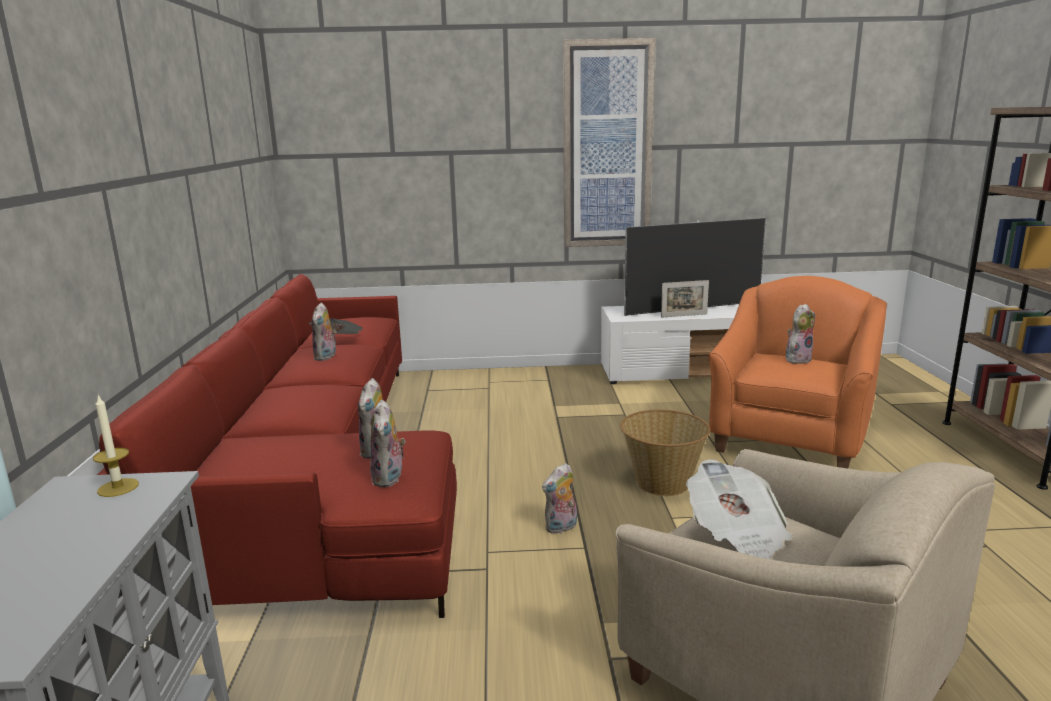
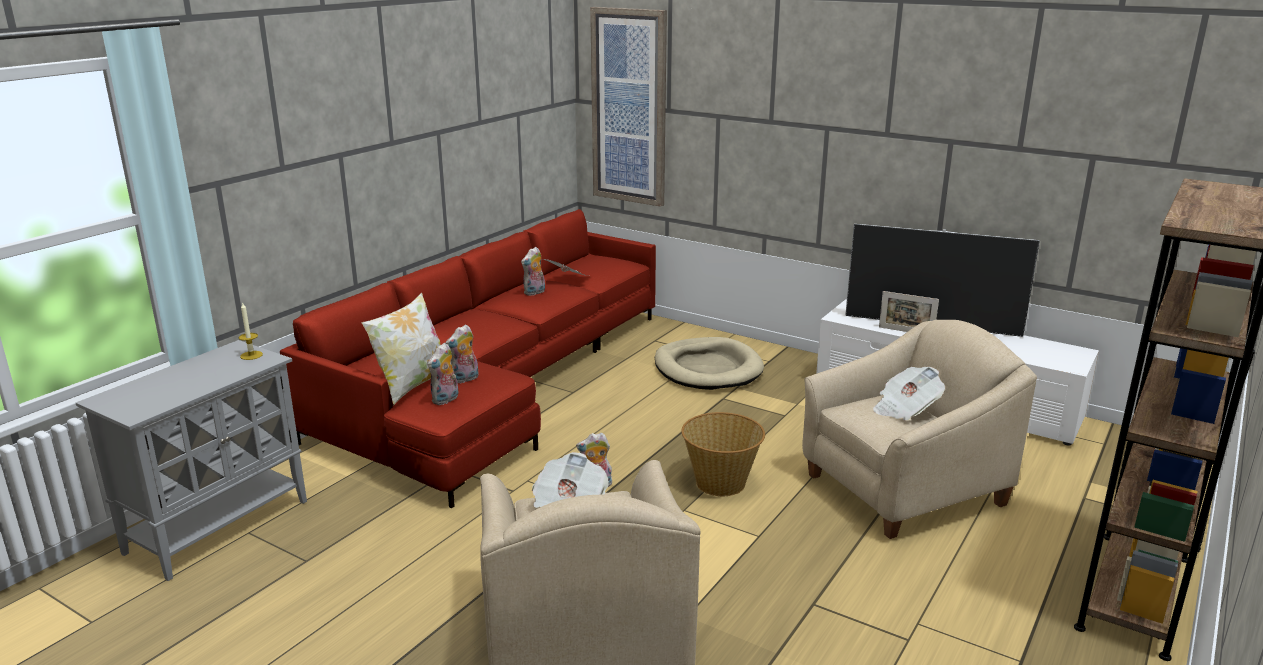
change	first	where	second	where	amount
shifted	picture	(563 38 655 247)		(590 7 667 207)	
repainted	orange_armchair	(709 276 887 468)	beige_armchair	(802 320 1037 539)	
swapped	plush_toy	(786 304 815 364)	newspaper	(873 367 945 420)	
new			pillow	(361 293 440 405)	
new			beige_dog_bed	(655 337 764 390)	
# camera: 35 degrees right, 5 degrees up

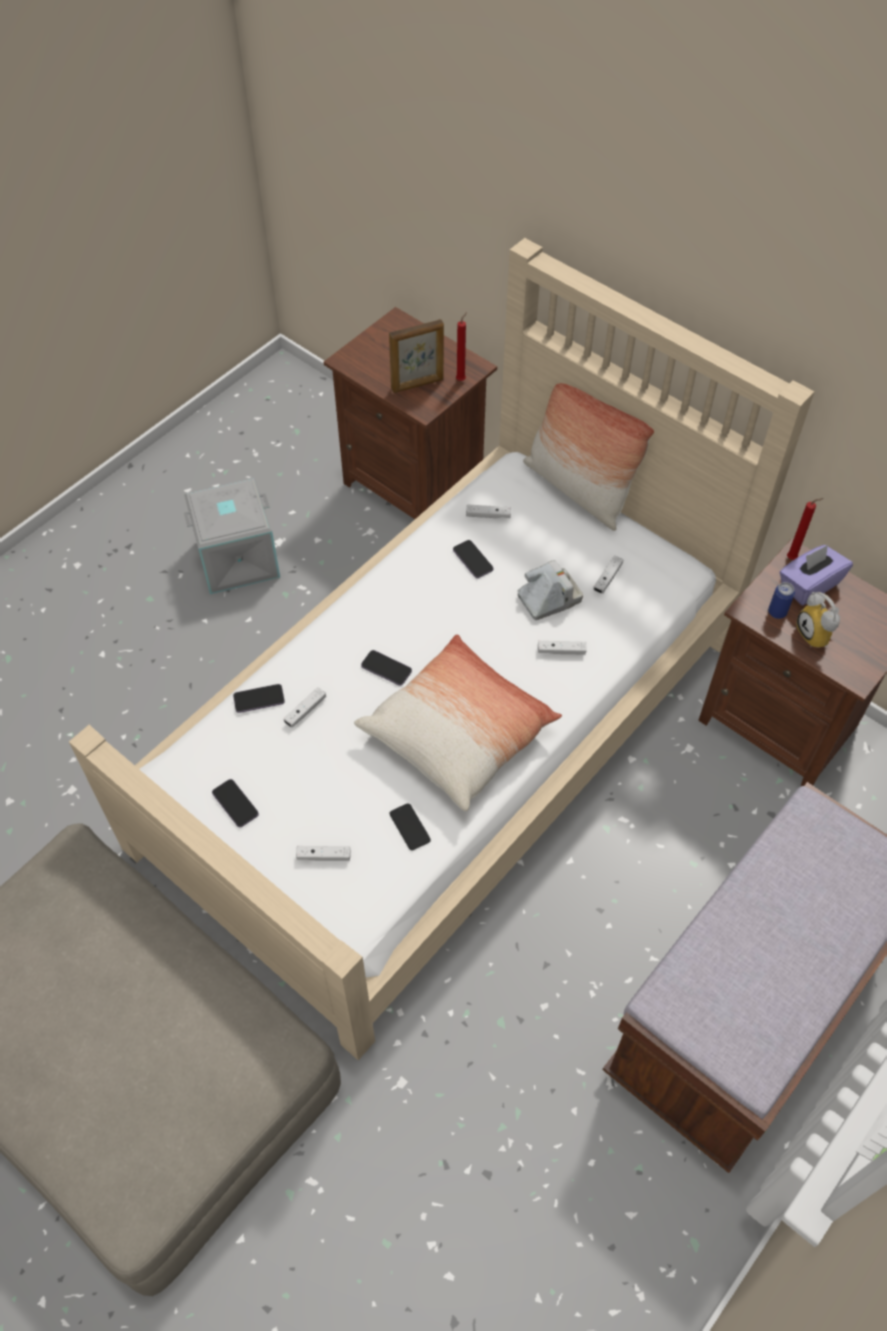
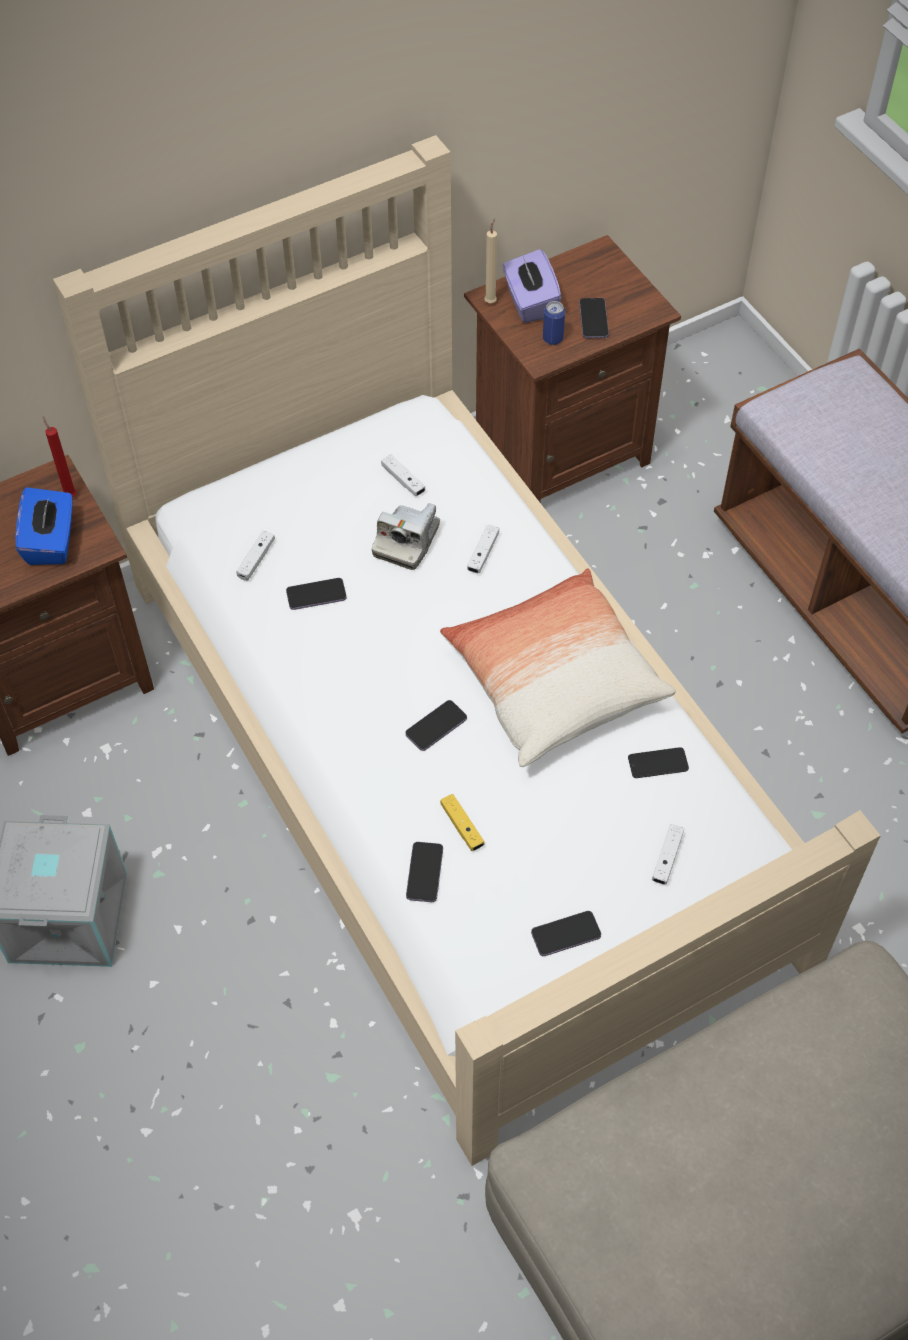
change	first	where	second	where	amount
repainted	white_game_controller	(284 687 326 728)	yellow_game_controller	(441 794 484 851)	
swapped	picture_frame	(389 319 444 393)	blue_tissue_box	(16 487 73 565)	
rotated	photo_camera	(517 560 583 620)		(372 503 440 570)	150 degrees counterclockwise
gone	pillow	(523 383 654 531)			
repainted	red_candle	(787 498 824 560)	beige_candle	(484 218 497 303)	
swapped	alarm_clock	(796 592 840 648)	phone	(579 298 609 338)	
# camera: 70 degrees left, 0 degrees up

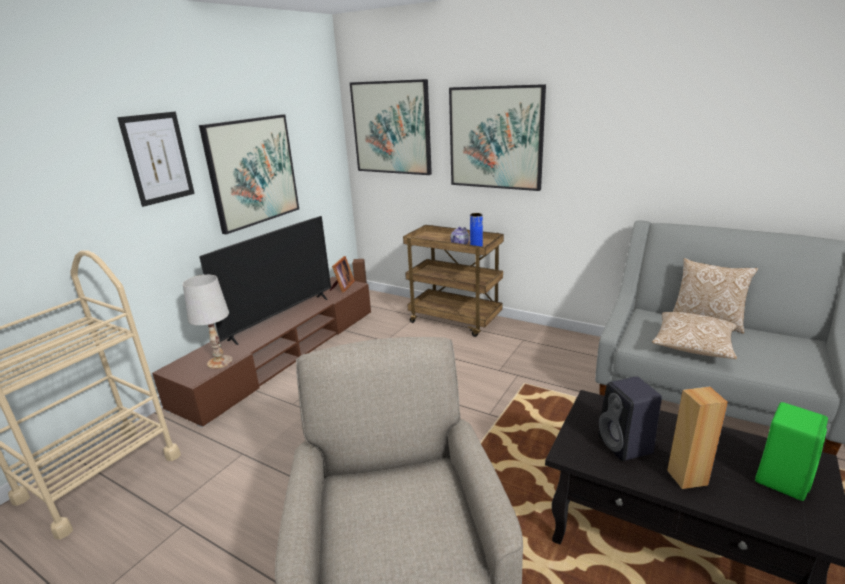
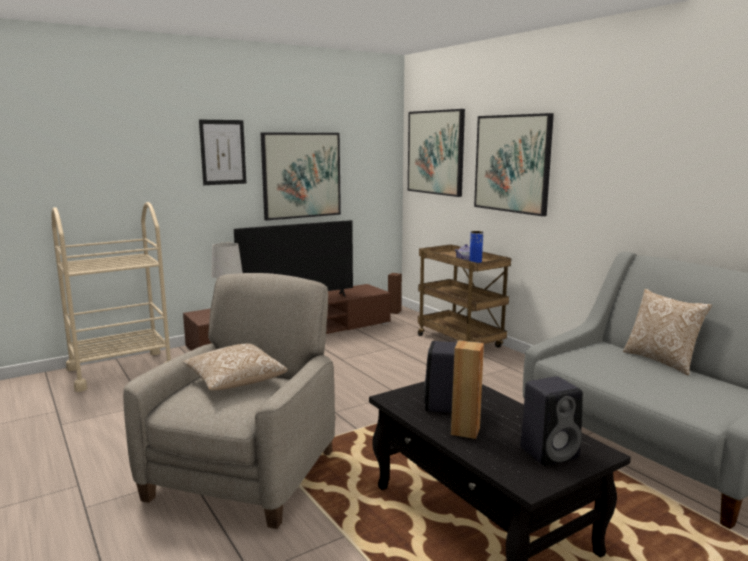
change	first	where	second	where	amount
gone	picture_frame	(330 256 355 293)			
shifted	pillow	(652 312 737 359)		(183 344 288 390)	
repainted	green_speaker	(755 402 828 501)	black_speaker	(520 376 583 466)	
# camera: 25 degrees right, 10 degrees down

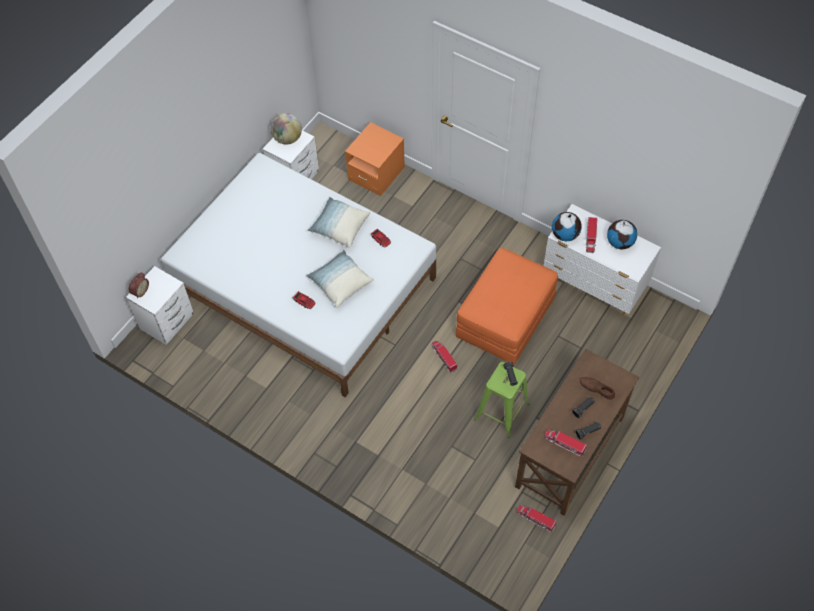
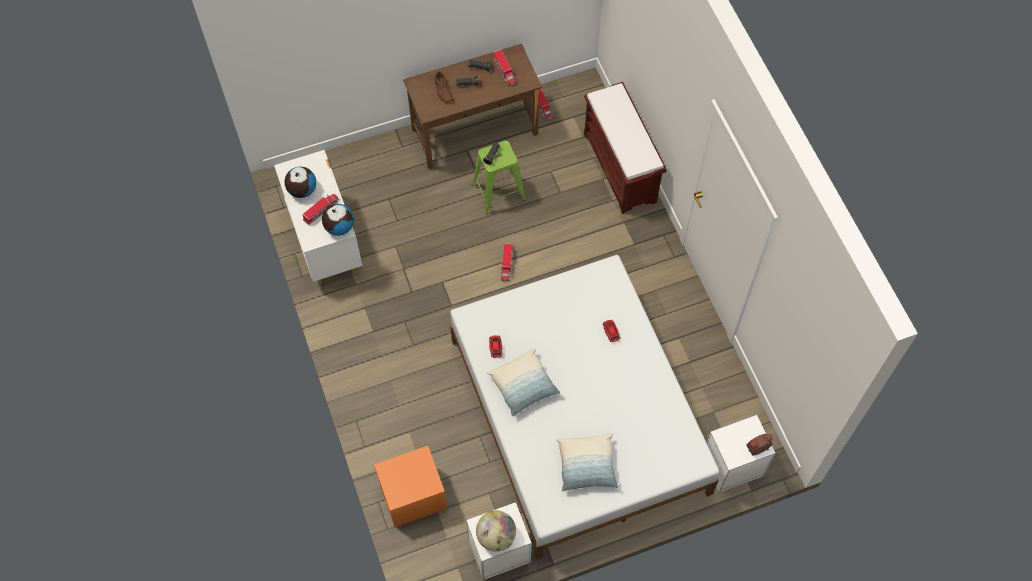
change	first	where	second	where	amount
shifted	pillow	(306 250 374 308)		(557 434 618 491)	
gone	orange_ottoman	(456 248 558 365)			
new			brown_bench	(584 82 666 214)	
# camera: 145 degrees left, 5 degrees up

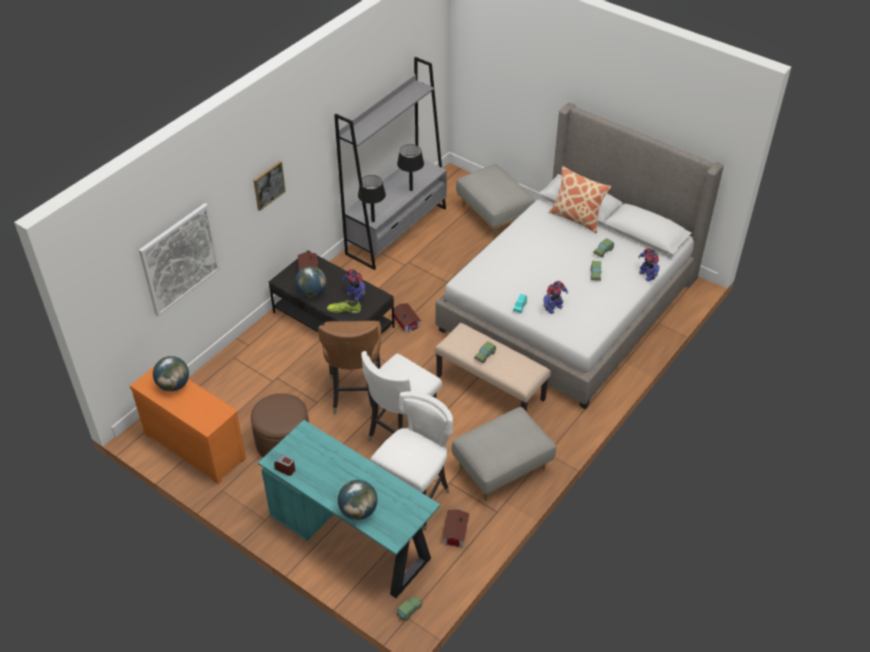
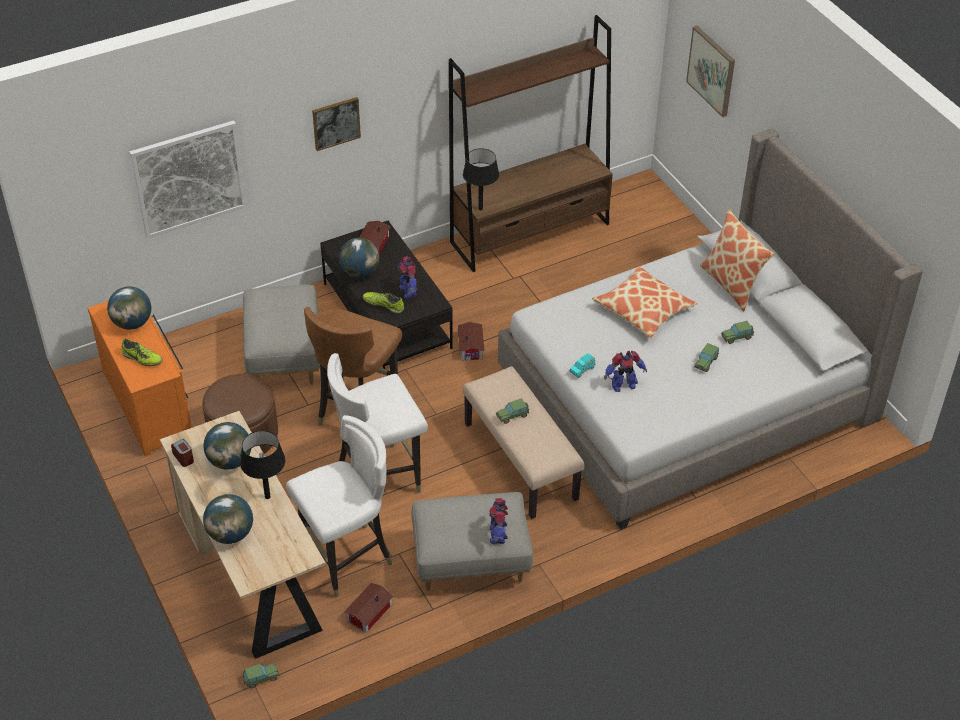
change	first	where	second	where	amount
repainted	turquoise_desk	(258 420 440 598)	beige_desk	(160 411 326 659)	
repainted	grey_bookcase	(334 57 447 270)	brown_bookcase	(449 15 613 272)	
shifted	black_table_lamp	(397 144 424 191)		(240 431 285 499)	
shifted	grey_ottoman	(456 164 534 238)		(243 285 320 385)	
shifted	toy_robot	(638 248 659 281)		(489 498 508 545)	
new			shoe	(122 339 163 366)	
new			globe	(204 422 251 470)	
new			pillow	(592 266 698 338)	
new			picture	(686 26 735 117)	
# camera: 25 degrees right, 0 degrees up

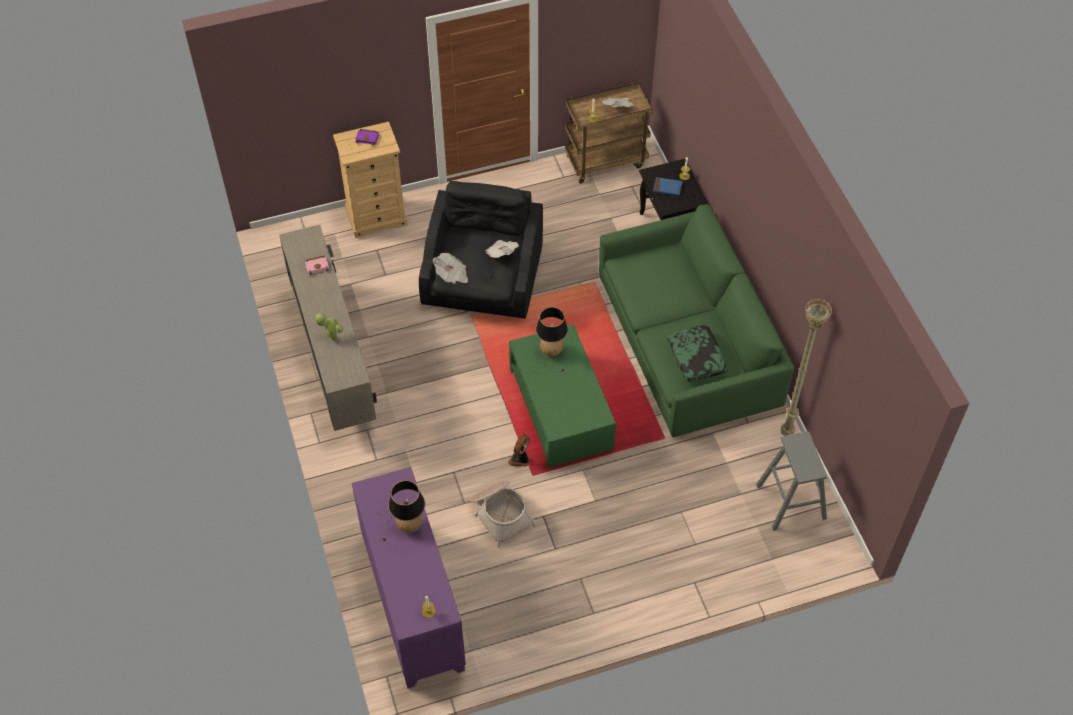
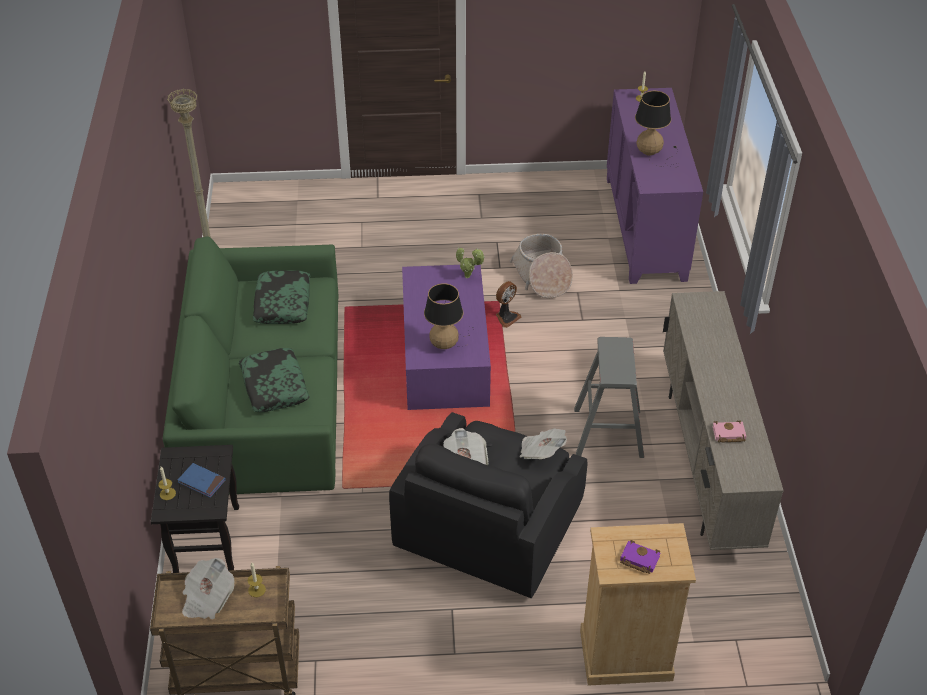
change	first	where	second	where	amount
shifted	potted_plant	(314 312 343 339)		(456 247 485 278)	
repainted	green_coffee_table	(509 324 616 468)	purple_coffee_table	(402 265 491 410)	
shifted	grey_stool	(756 431 827 531)		(574 337 644 458)	
new			pillow	(239 348 309 412)	
# camera: 165 degrees left, 10 degrees down

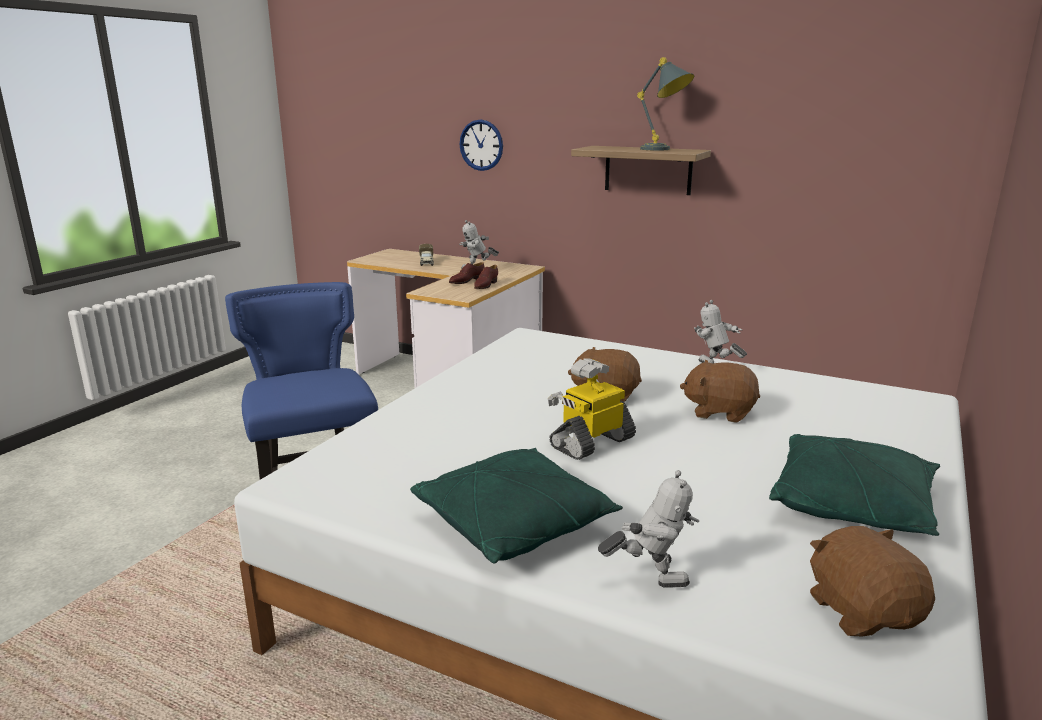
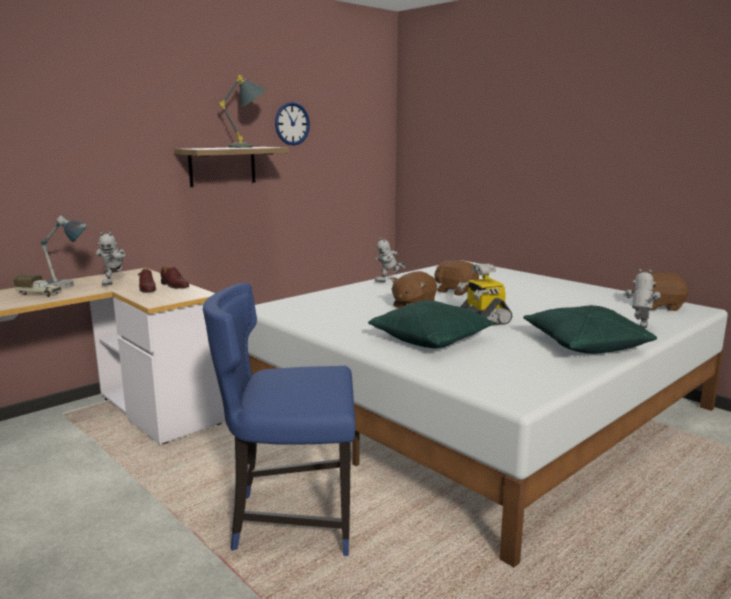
change	first	where	second	where	amount
shifted	wall_clock	(459 120 503 171)		(275 102 310 146)	
rotated	brown_plush_toy	(680 360 760 423)		(434 260 479 296)	90 degrees clockwise
shifted	green_pillow	(769 434 940 536)		(368 300 496 348)	
new			table_lamp	(41 216 87 289)	
# camera: 70 degrees left, 5 degrees down

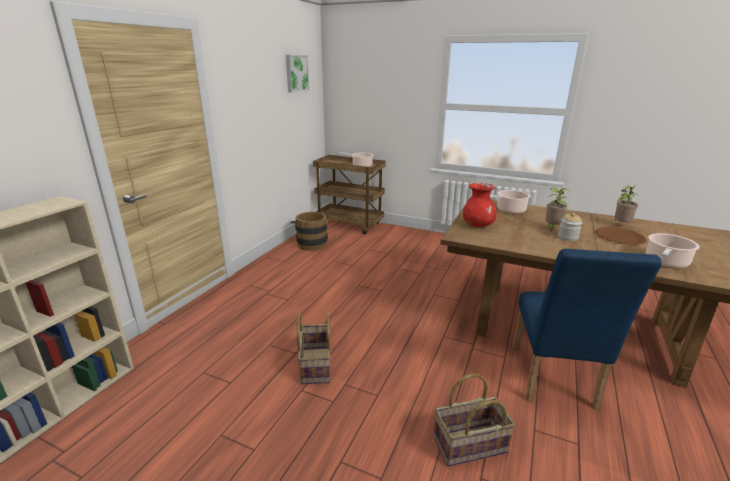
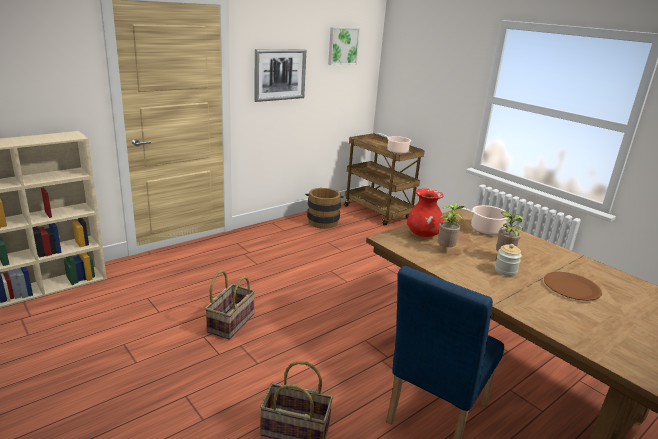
change	first	where	second	where	amount
shifted	potted_plant	(614 184 638 222)		(438 203 464 247)	
gone	cooking_pot	(646 233 700 268)			
new			picture	(254 49 306 102)	
# camera: 25 degrees right, 0 degrees up

